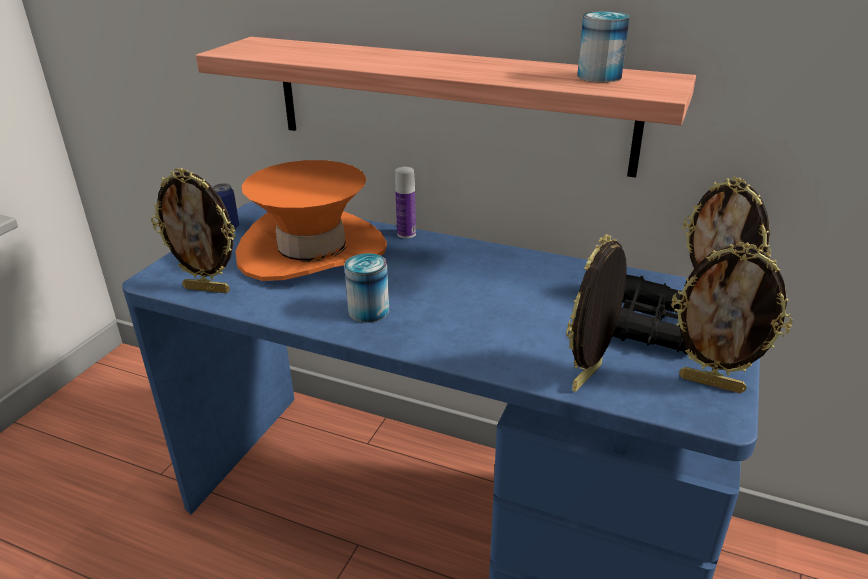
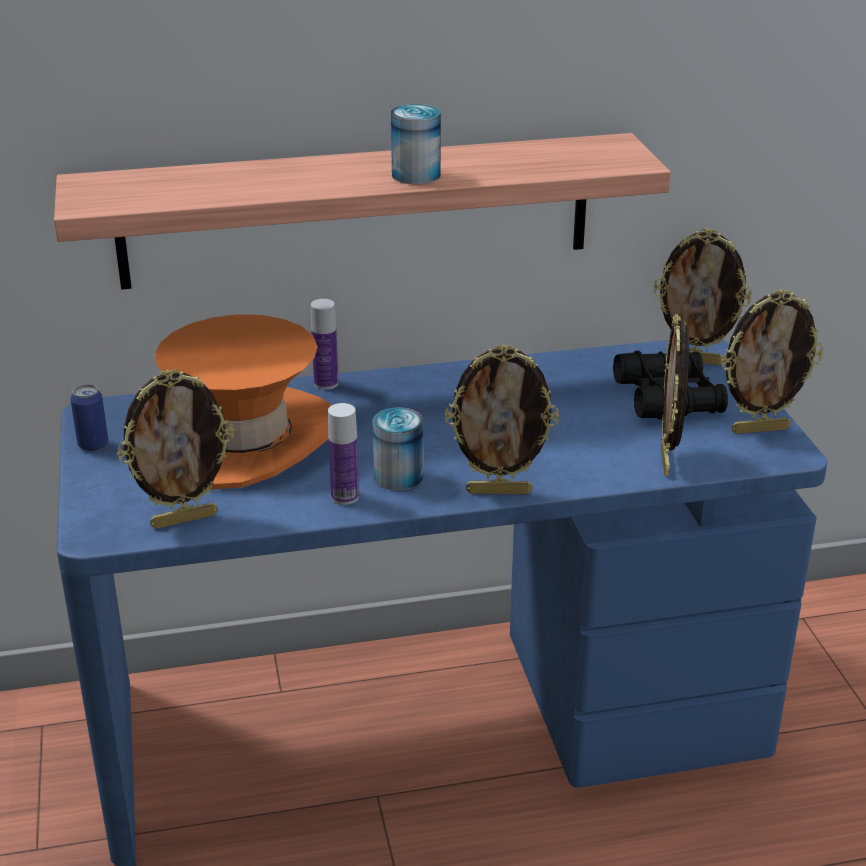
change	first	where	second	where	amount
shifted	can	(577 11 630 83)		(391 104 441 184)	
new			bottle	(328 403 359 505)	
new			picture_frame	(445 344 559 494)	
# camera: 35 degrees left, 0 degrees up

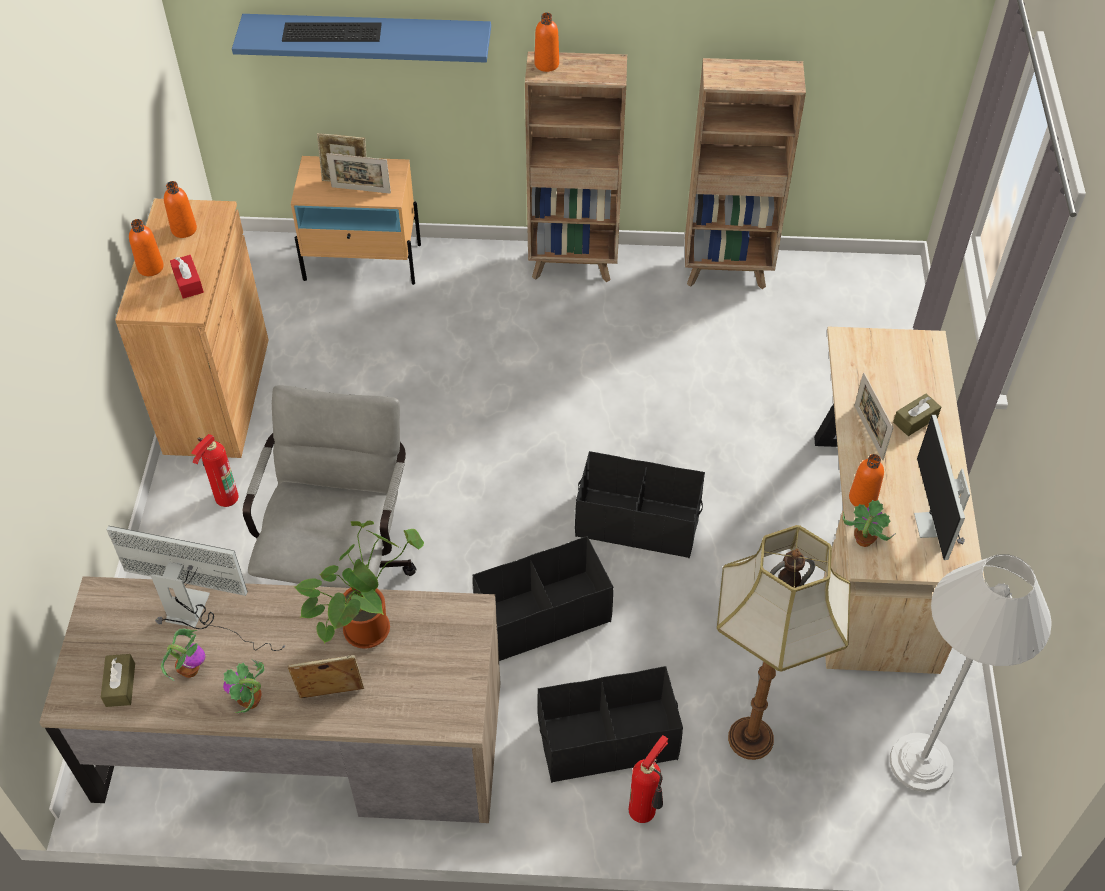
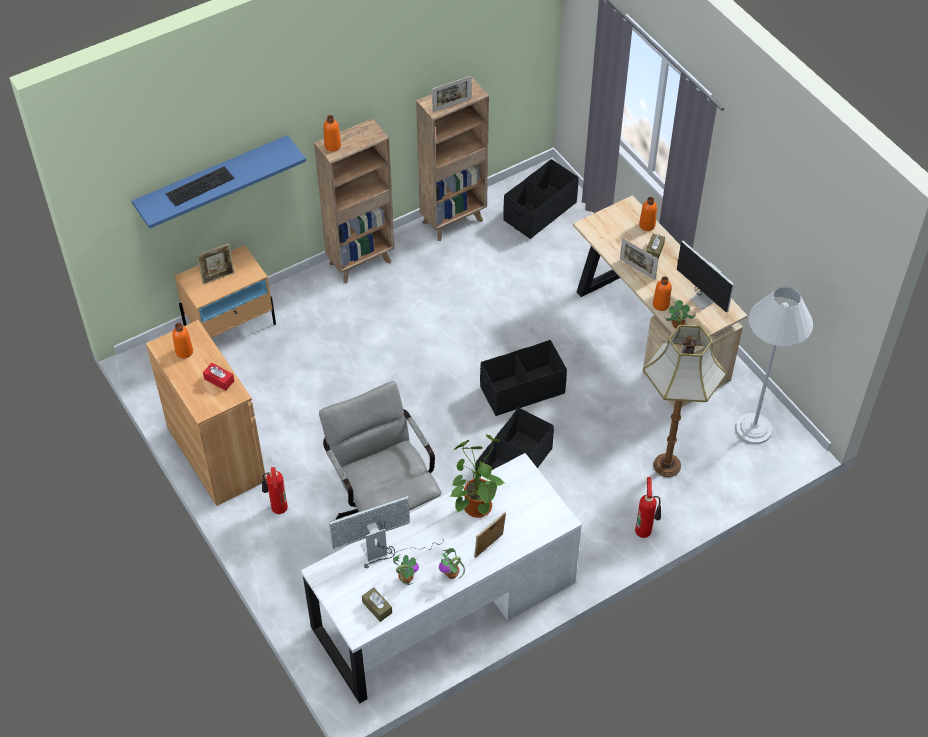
change	first	where	second	where	amount
repainted	brown_desk	(39 576 501 823)	white_desk	(301 453 582 704)	
shifted	orange_bottle	(129 219 164 276)		(639 197 657 231)	
shifted	picture_frame	(326 153 391 194)		(432 76 472 112)	
shifted	black_storage_box	(537 666 683 783)		(503 159 578 239)	
# camera: 35 degrees left, 0 degrees up

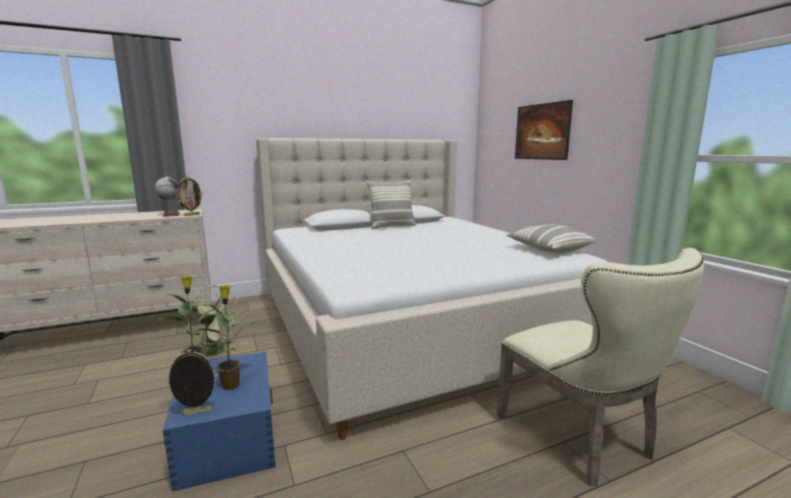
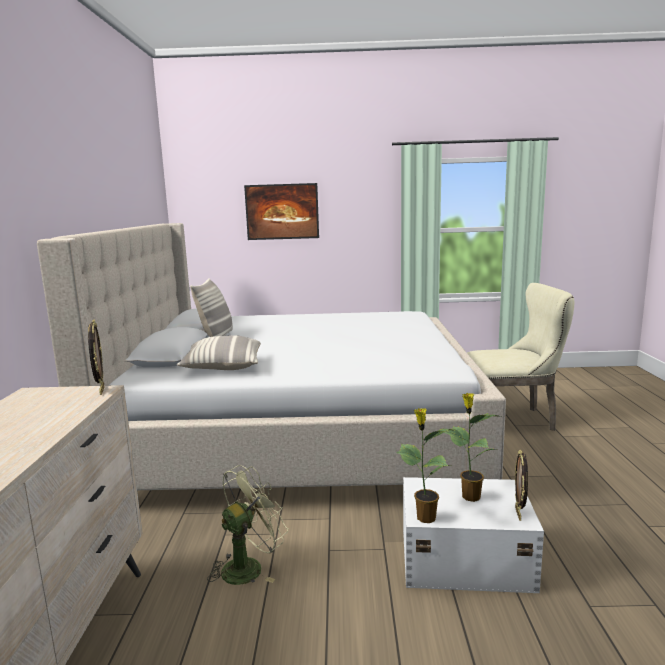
change	first	where	second	where	amount
gone	globe	(155 176 180 217)			
repainted	blue_storage_box	(163 352 276 492)	white_storage_box	(403 477 544 593)	
shifted	pillow	(506 224 597 253)		(177 335 261 370)	
# camera: 65 degrees left, 0 degrees up

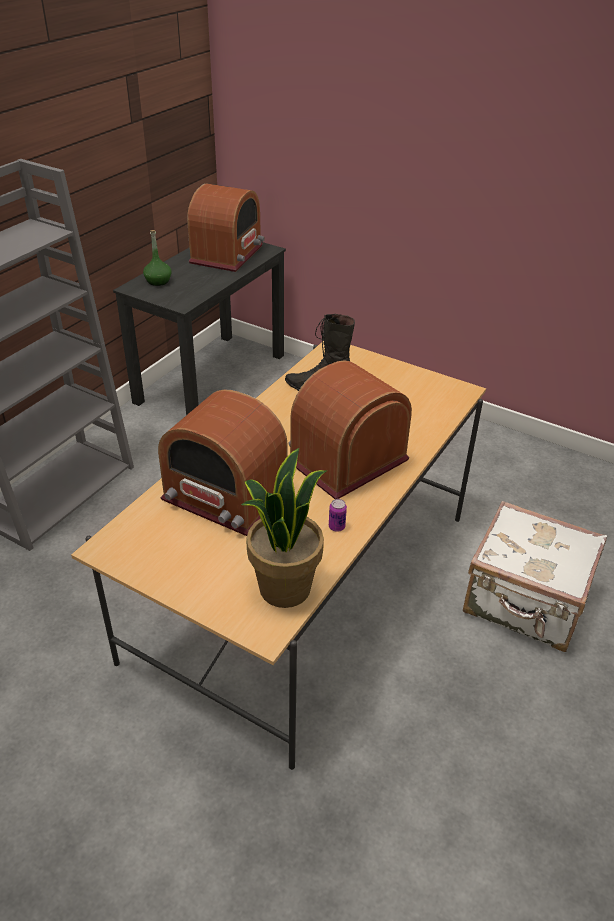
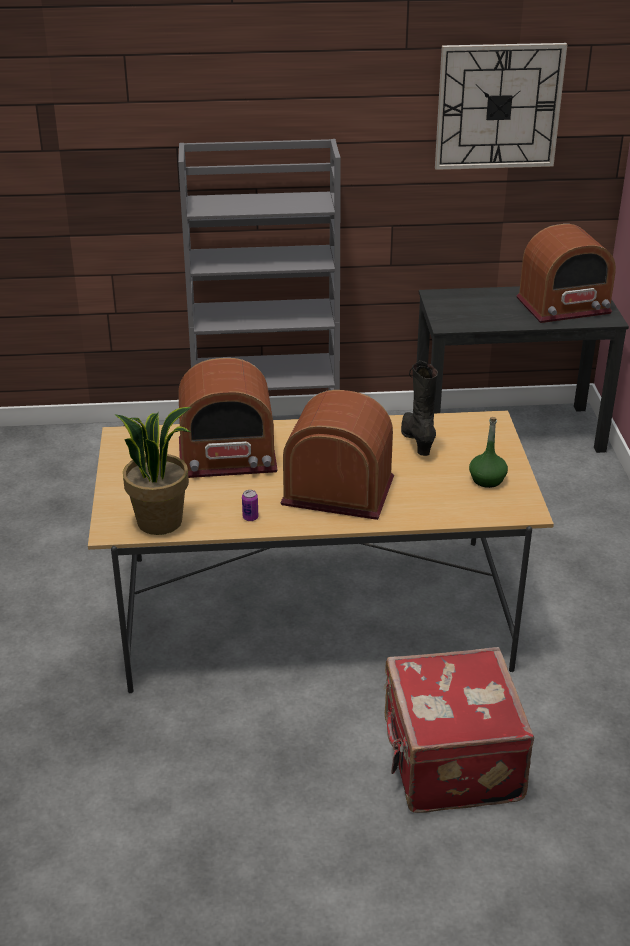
change	first	where	second	where	amount
shifted	green_bottle	(143 230 172 286)		(469 417 508 488)	
rotated	radio	(158 390 288 536)		(178 358 278 478)	90 degrees counterclockwise
repainted	white_suitcase	(463 501 607 652)	red_suitcase	(383 647 534 813)	
new			wall_clock	(435 43 568 170)	
# camera: 55 degrees right, 5 degrees down

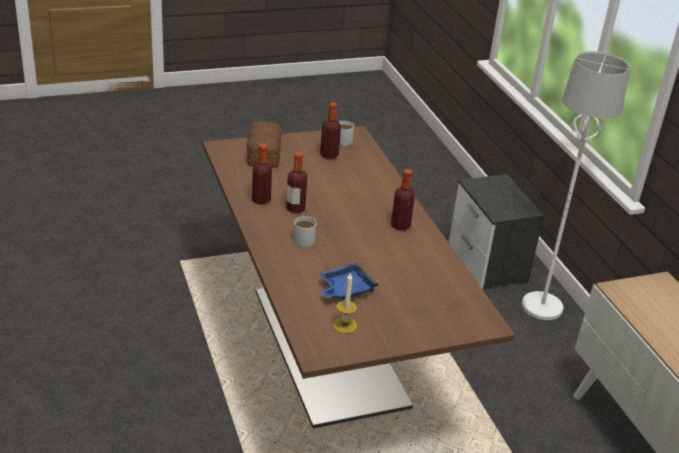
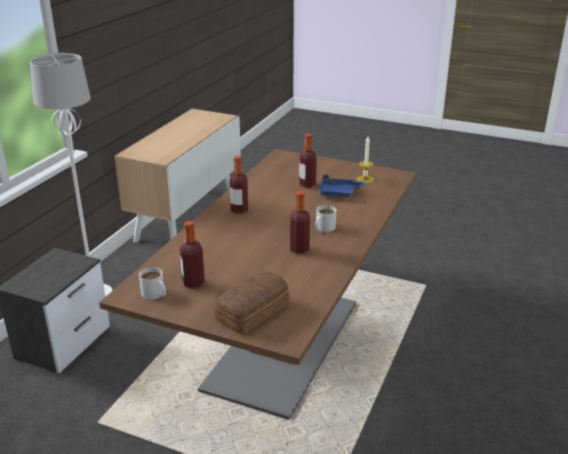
change	first	where	second	where	amount
shifted	bottle	(252 144 272 205)		(299 134 317 188)	
# camera: 135 degrees left, 5 degrees down

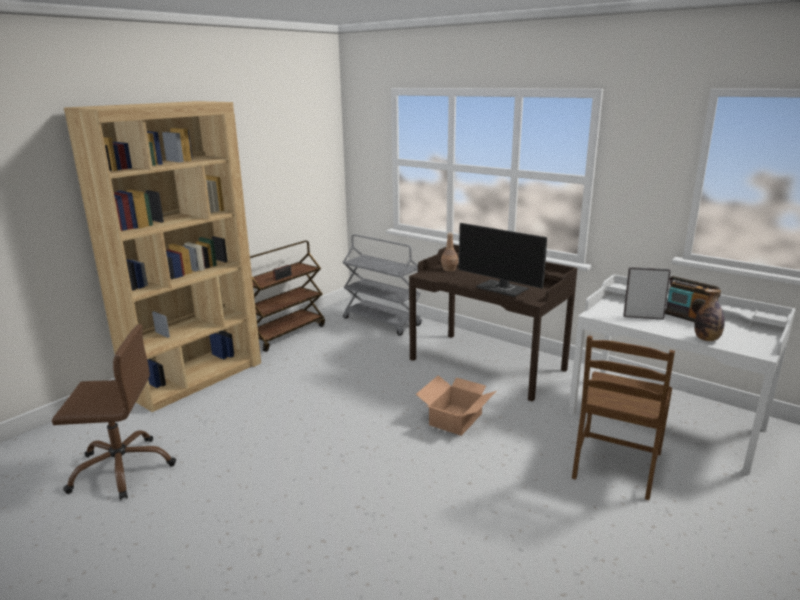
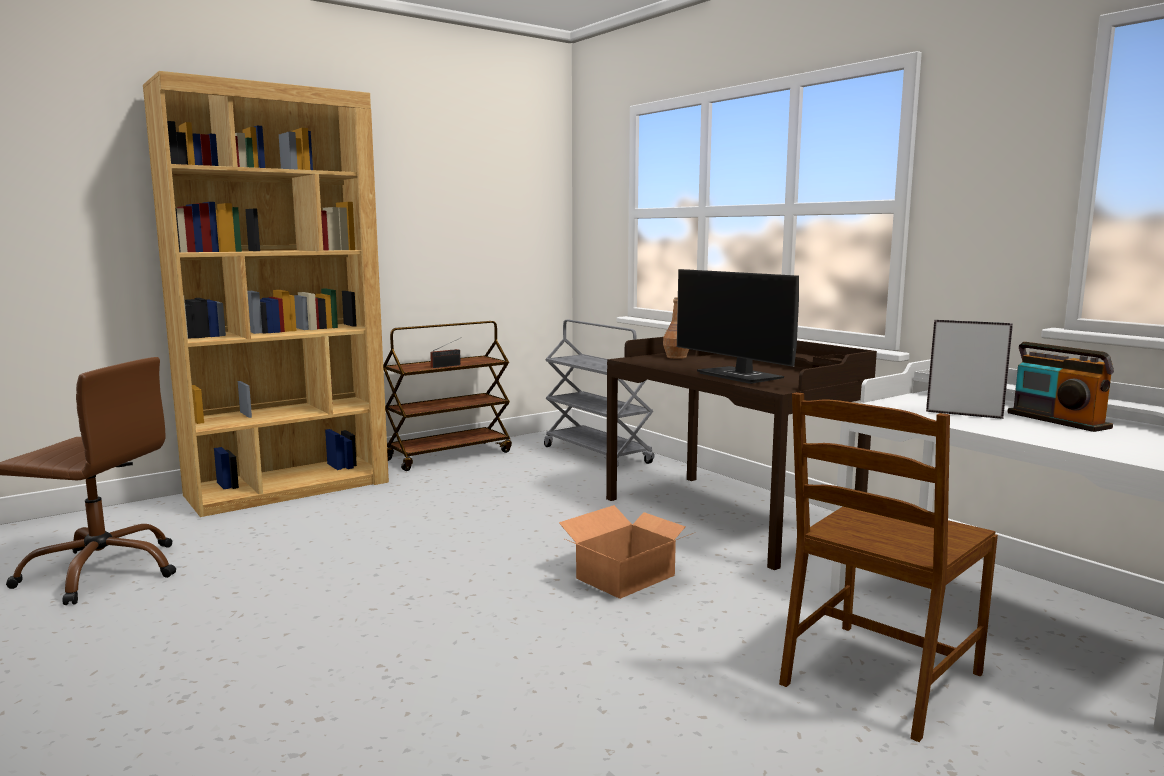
change	first	where	second	where	amount
gone	bottle	(694 289 725 341)			
# camera: 15 degrees right, 10 degrees down

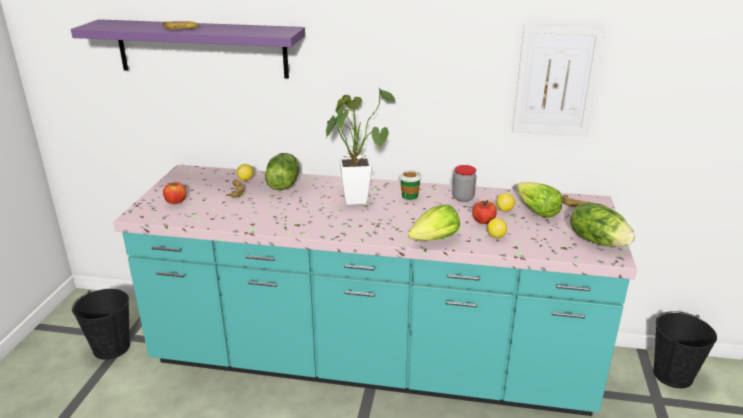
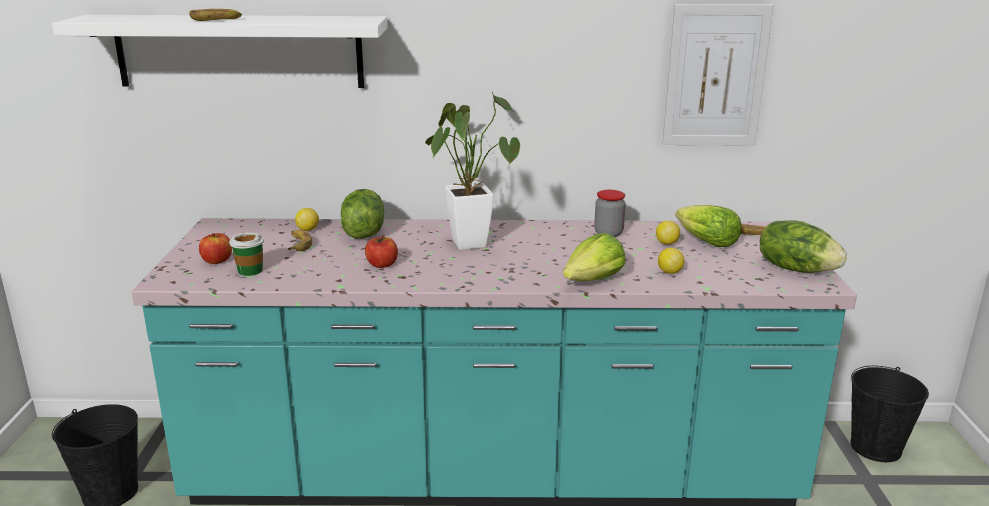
change	first	where	second	where	amount
repainted	purple_shelf	(71 19 305 79)	white_shelf	(52 15 388 88)	
shifted	cup	(399 170 422 200)		(229 232 264 276)	
shifted	apple	(472 200 497 224)		(365 235 398 268)	
# camera: 10 degrees left, 5 degrees down

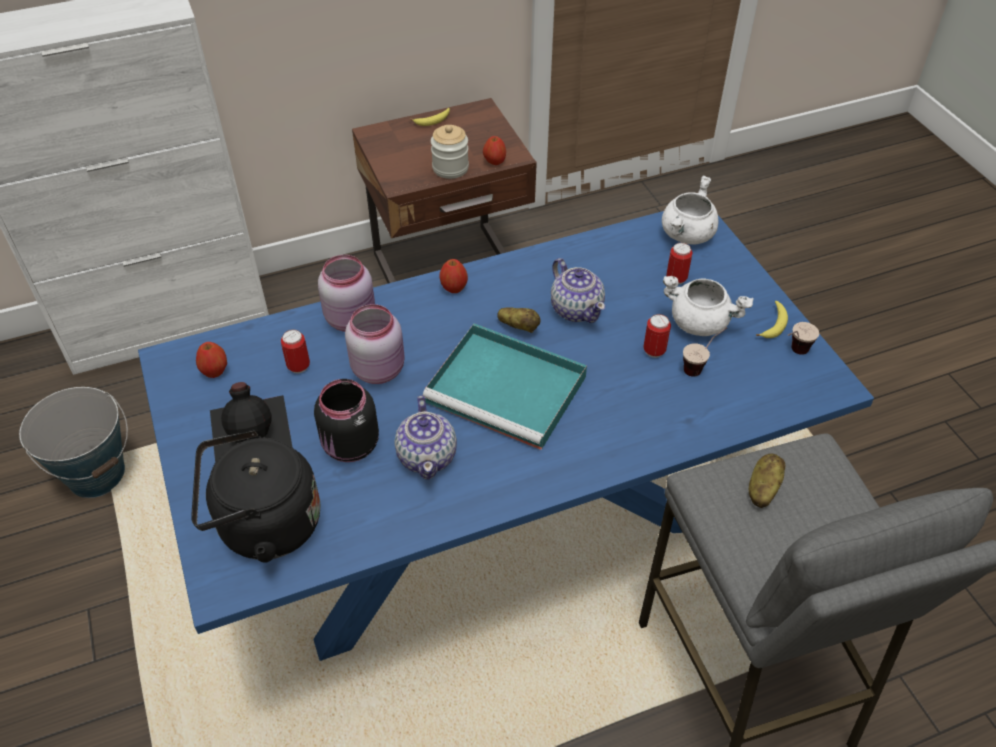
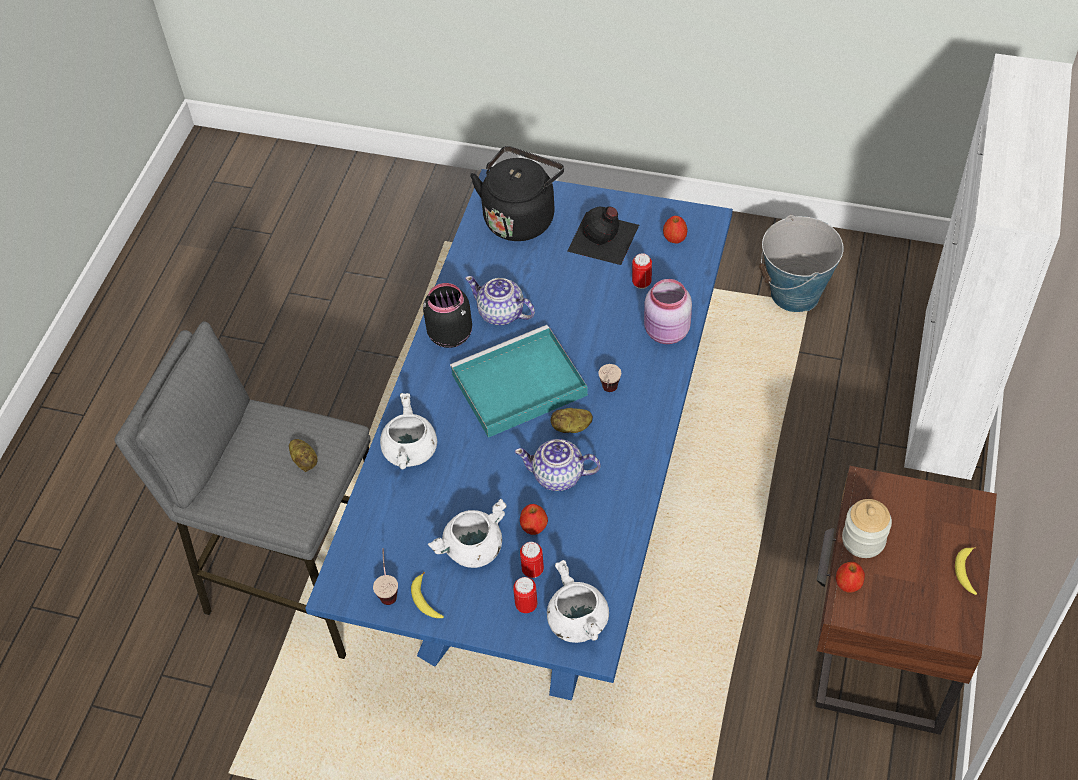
change	first	where	second	where	amount
shifted	black_jar	(314 379 379 462)		(423 283 472 348)	
gone	pink_jar	(345 304 405 384)			
shifted	apple	(439 259 468 293)		(520 504 548 535)	
shifted	can	(643 314 671 358)		(513 577 538 613)	
shifted	cup	(683 327 727 377)		(598 364 621 392)	
new			white_cooking_pot	(380 393 437 469)	
# camera: 130 degrees right, 5 degrees up

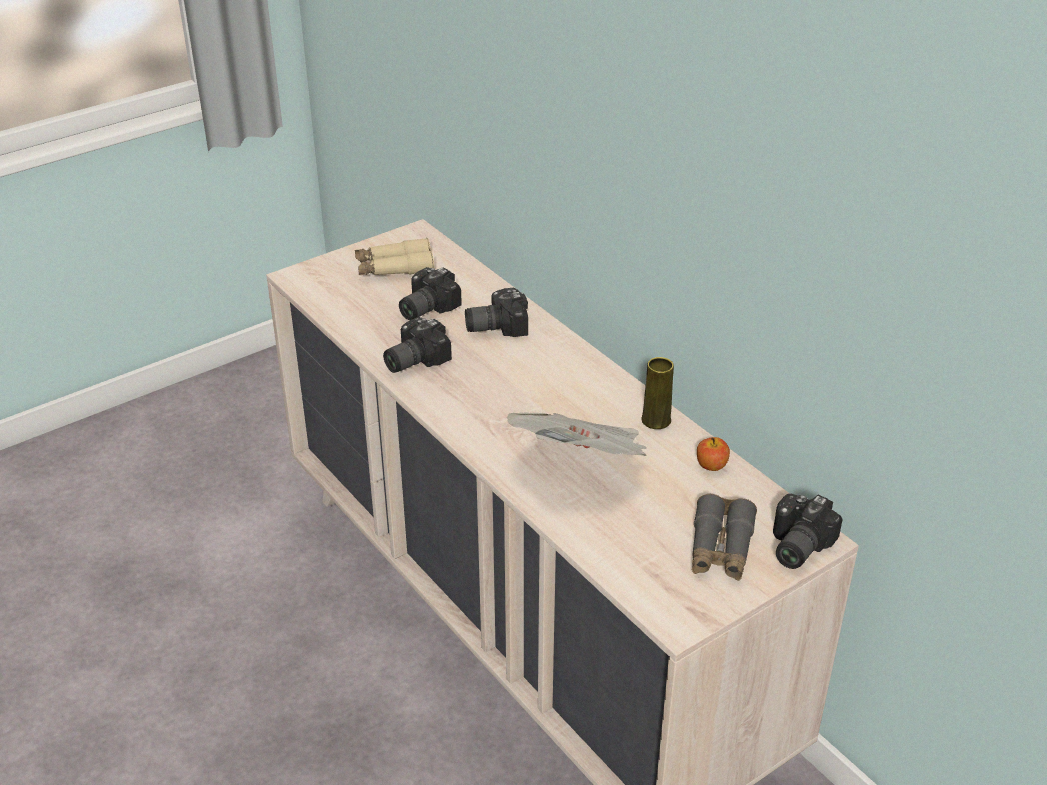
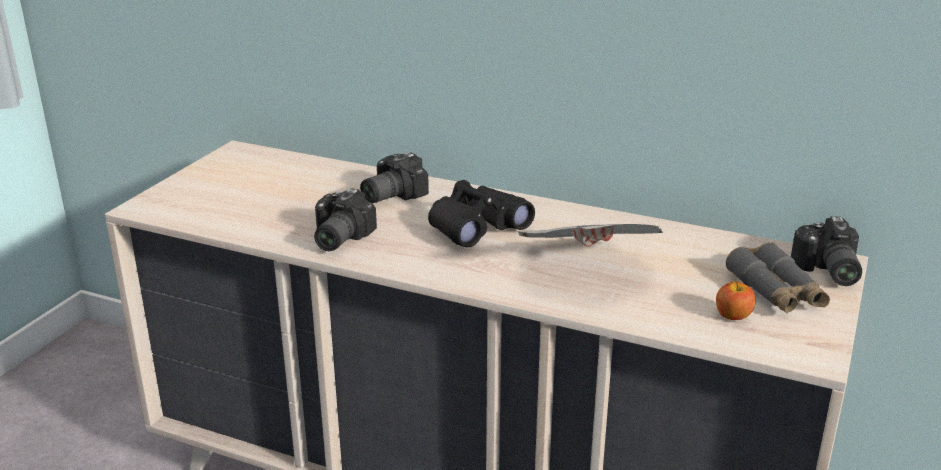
change	first	where	second	where	amount
gone	beige_binoculars	(355 238 434 275)			
gone	photo_camera	(399 267 462 320)			
gone	yellow_vase	(641 357 674 429)			
shifted	apple	(697 437 730 471)		(716 281 755 320)	
new			black_binoculars	(428 180 535 247)	
# camera: 30 degrees left, 10 degrees down

